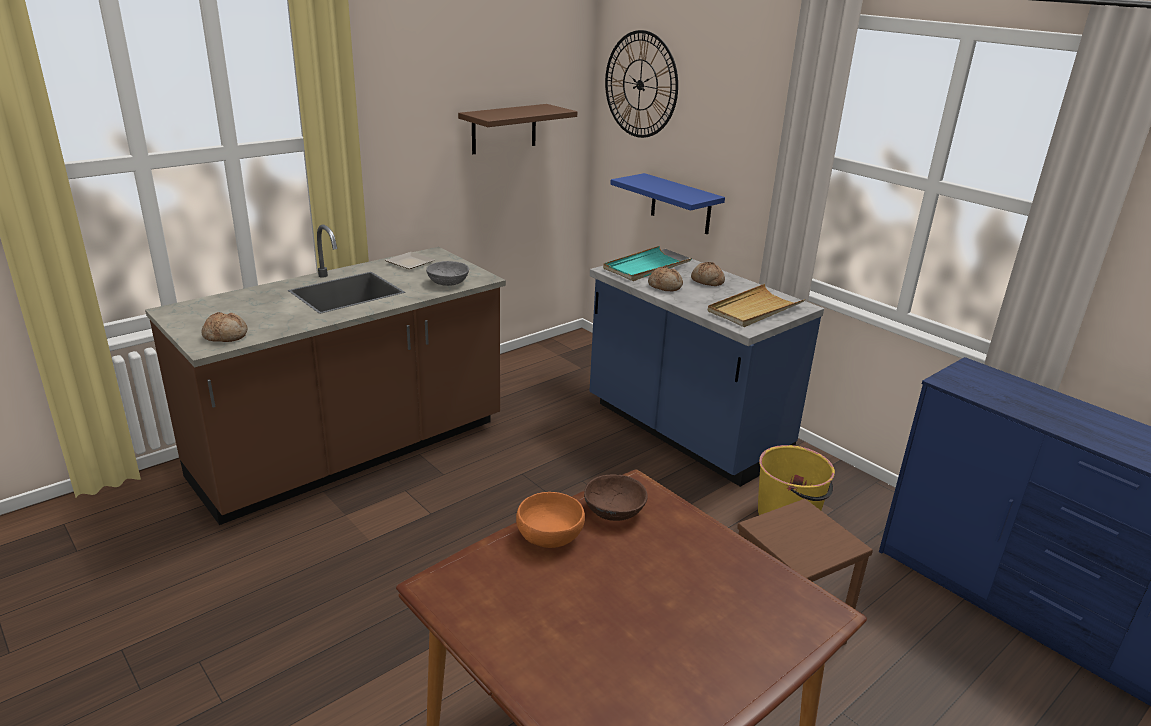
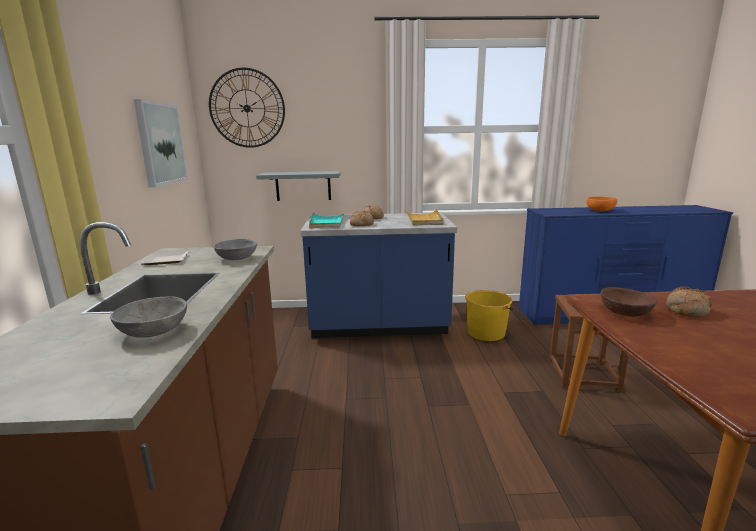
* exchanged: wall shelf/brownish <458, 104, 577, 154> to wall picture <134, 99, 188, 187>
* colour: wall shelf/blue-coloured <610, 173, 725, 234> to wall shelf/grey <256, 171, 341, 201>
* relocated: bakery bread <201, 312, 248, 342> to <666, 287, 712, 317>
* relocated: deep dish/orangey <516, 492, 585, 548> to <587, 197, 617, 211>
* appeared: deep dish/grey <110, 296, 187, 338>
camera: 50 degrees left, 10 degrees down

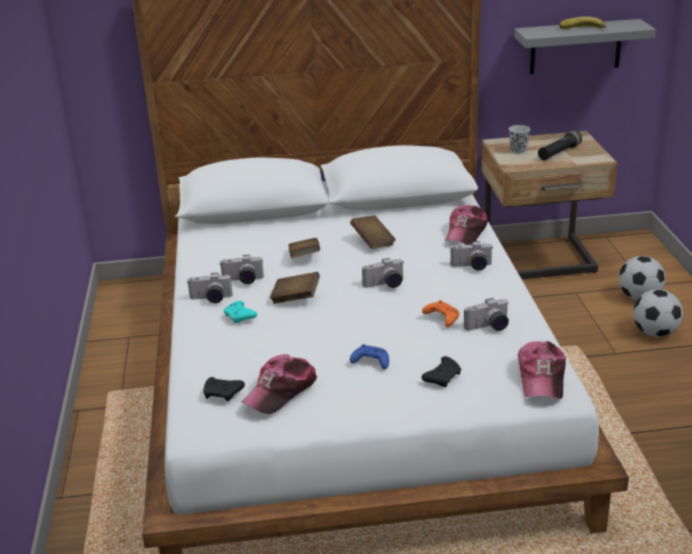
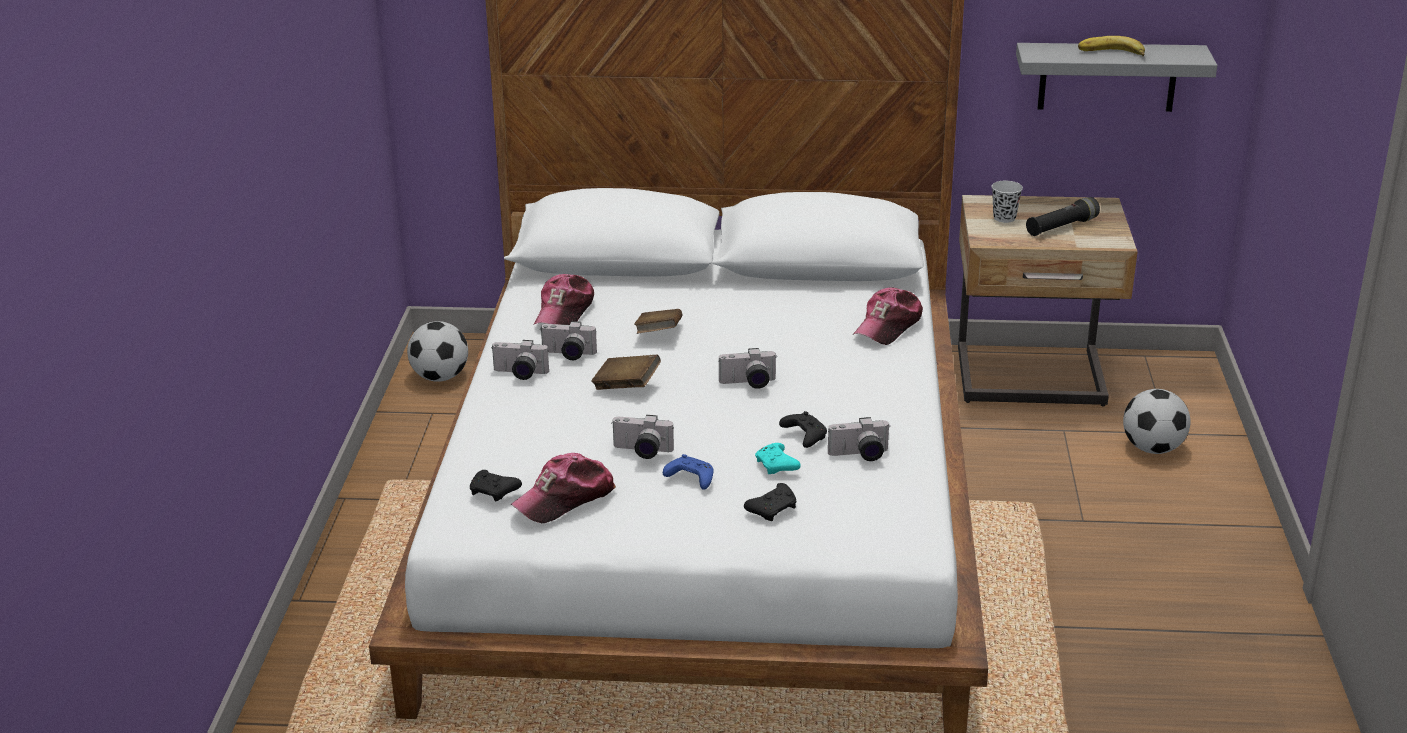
* missing: volume/brownish <350, 215, 396, 249>
* relocated: still camera <450, 241, 493, 270> to <611, 415, 674, 459>
* relocated: ball for football <633, 289, 683, 337> to <407, 321, 468, 382>
* colour: gamepad/orangey <422, 300, 459, 327> to gamepad/black-coloured <779, 411, 827, 448>
* relocated: gamepad/turquoise <224, 301, 257, 323> to <755, 443, 801, 474>
* relocated: peaked cap <518, 341, 566, 399> to <534, 274, 594, 325>
camera: 10 degrees right, 0 degrees up

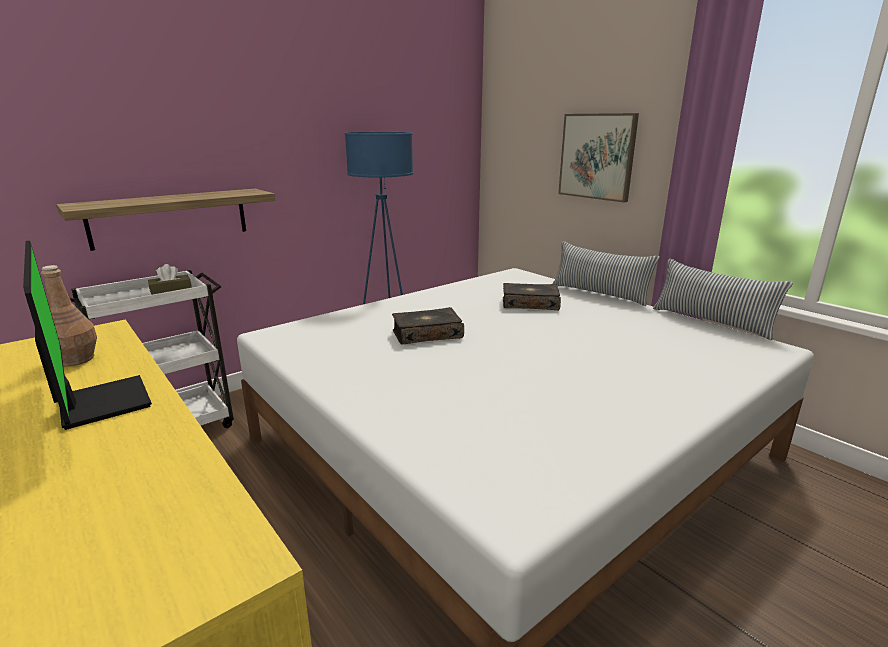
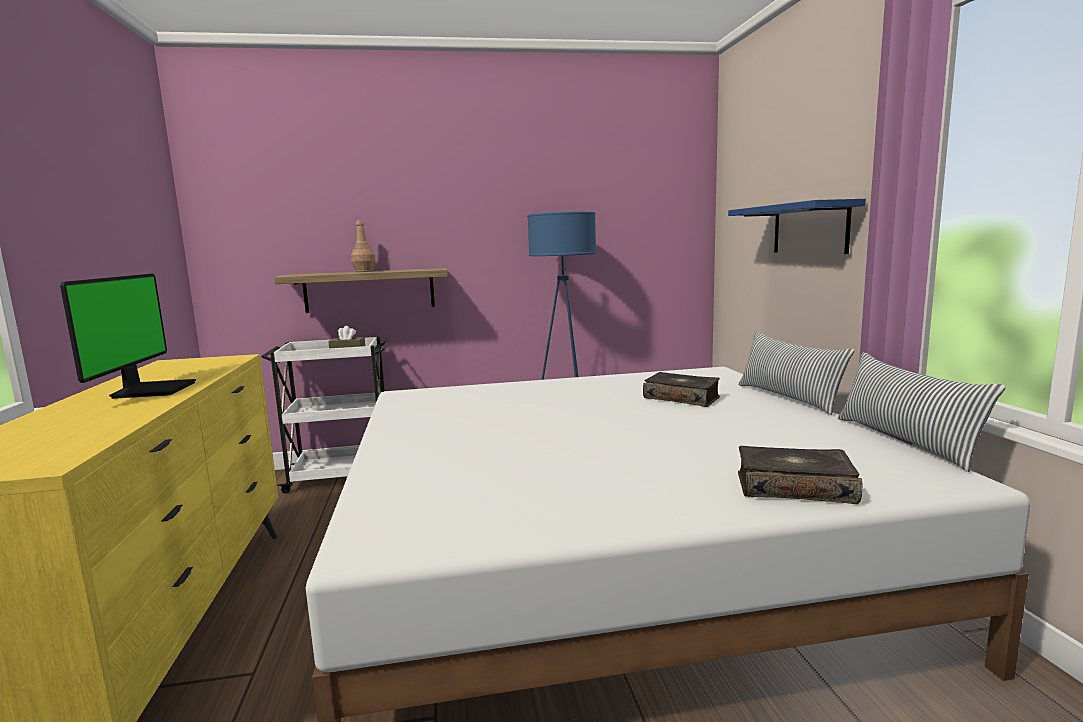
* exchanged: wall picture <558, 113, 639, 203> to wall shelf/blue-coloured <728, 199, 866, 254>
* relocated: beverage bottle/brownish <41, 265, 97, 366> to <351, 221, 375, 272>
* relocated: volume <392, 307, 464, 345> to <738, 446, 863, 504>
camera: 30 degrees right, 10 degrees down

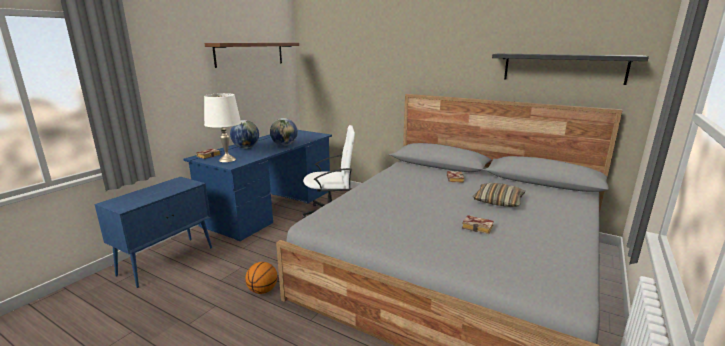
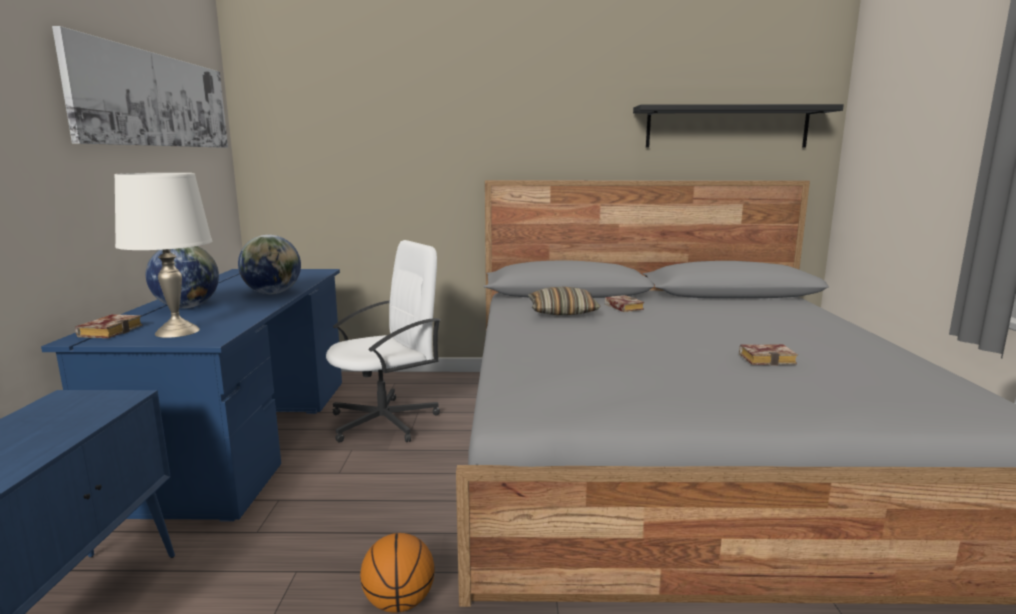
* exchanged: wall shelf/brownish <204, 43, 299, 68> to wall picture <52, 26, 228, 148>
* relocated: pillow <473, 183, 525, 207> to <528, 287, 601, 315>
camera: 30 degrees left, 5 degrees down

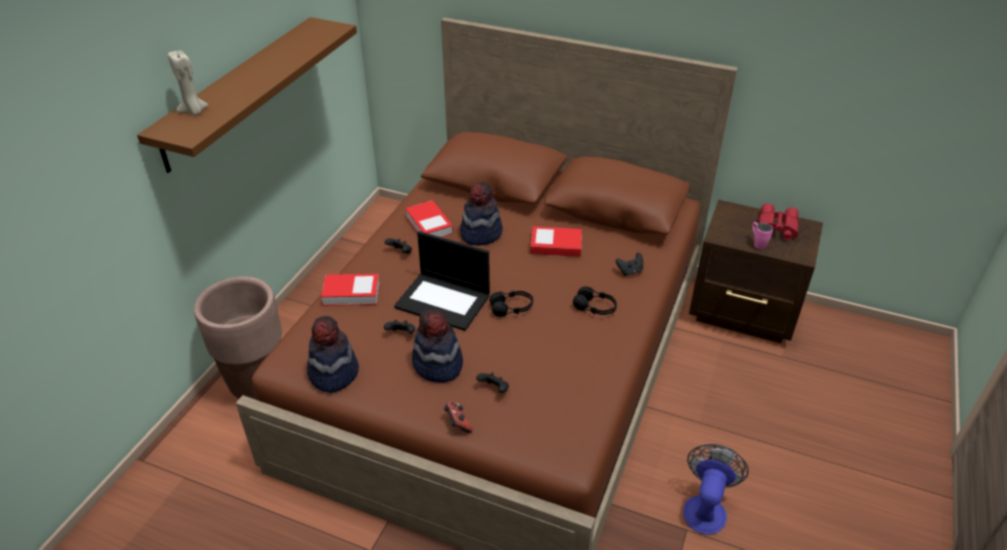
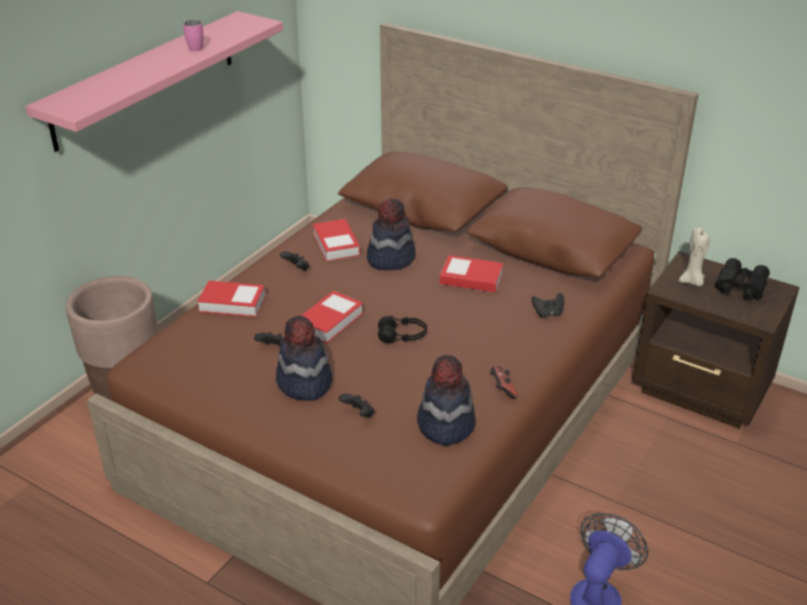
* colour: wall shelf/brownish <137, 17, 357, 173> to wall shelf/pink-coloured <25, 11, 283, 152>
* relocated: wax light/sand-coloured <168, 51, 208, 115> to <679, 228, 710, 286>
* colour: binoculars/reddish <759, 203, 799, 240> to binoculars/black-coloured <715, 258, 770, 301>
* relocated: mug/pink-coloured <752, 222, 773, 249> to <183, 20, 203, 52>
* exchanged: laptop <394, 231, 490, 331> to volume <301, 291, 363, 343>
* missing: headset/black-coloured <573, 286, 617, 315>
* relocated: wearable hat <307, 316, 359, 393> to <417, 355, 476, 445>
* relocated: gamepad <444, 402, 473, 433> to <490, 366, 518, 399>
camera: 10 degrees right, 5 degrees down

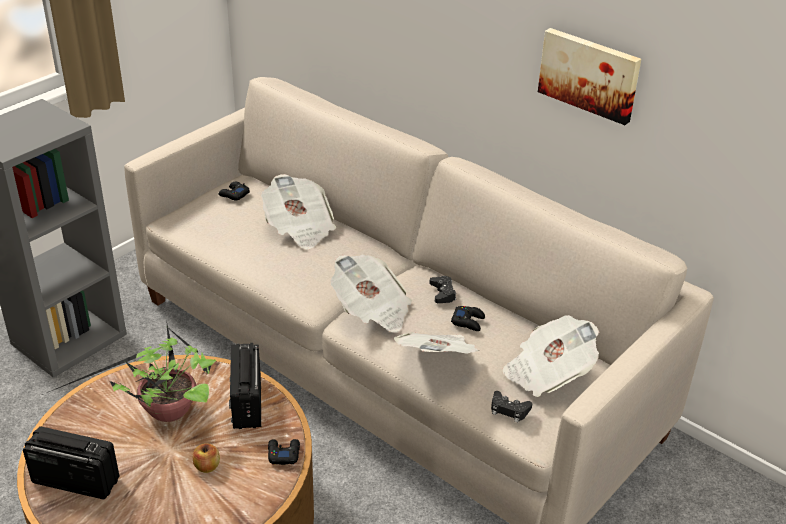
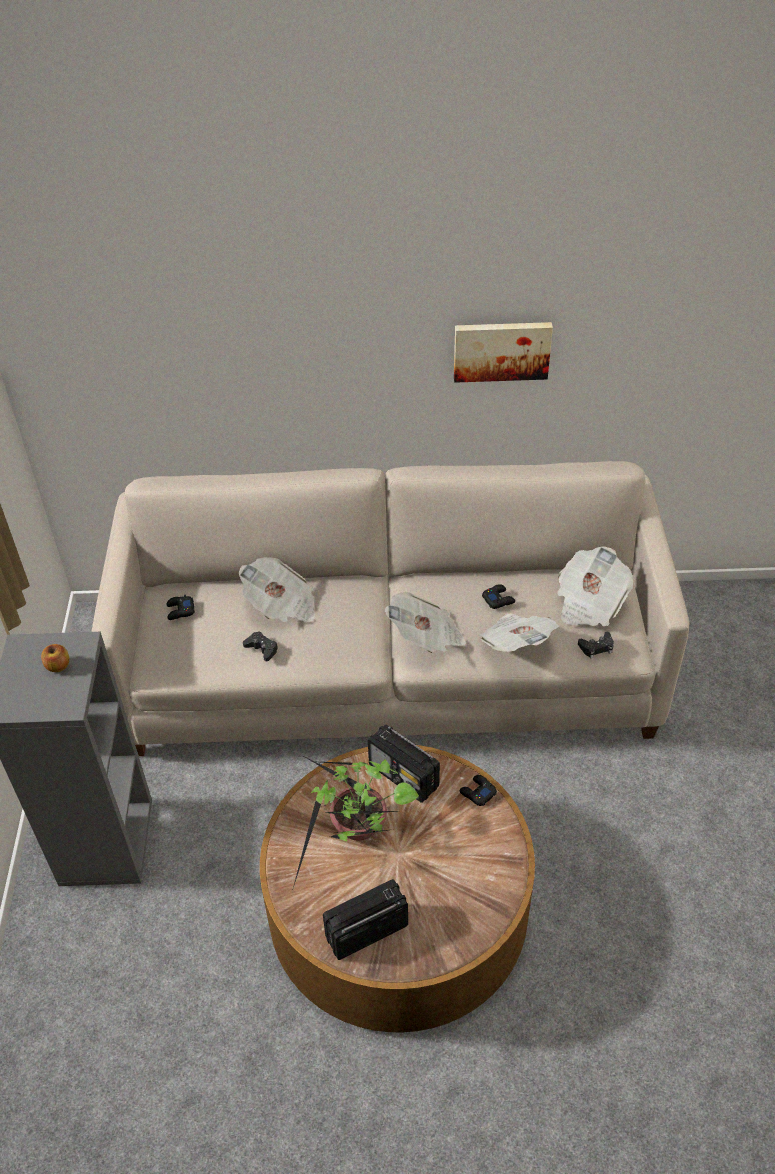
* relocated: gamepad/black-coloured <429, 276, 456, 303> to <243, 631, 278, 661>
* relocated: apple fruit <193, 443, 220, 473> to <41, 644, 69, 672>
camera: 40 degrees left, 10 degrees up

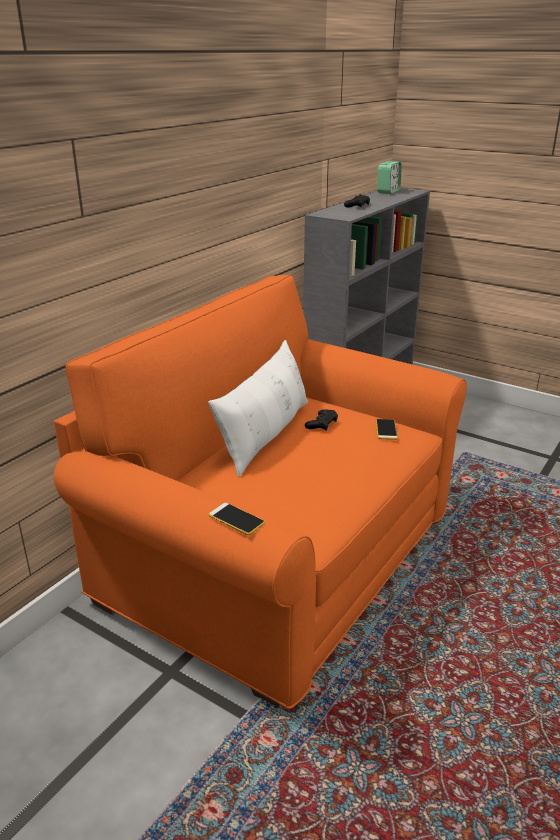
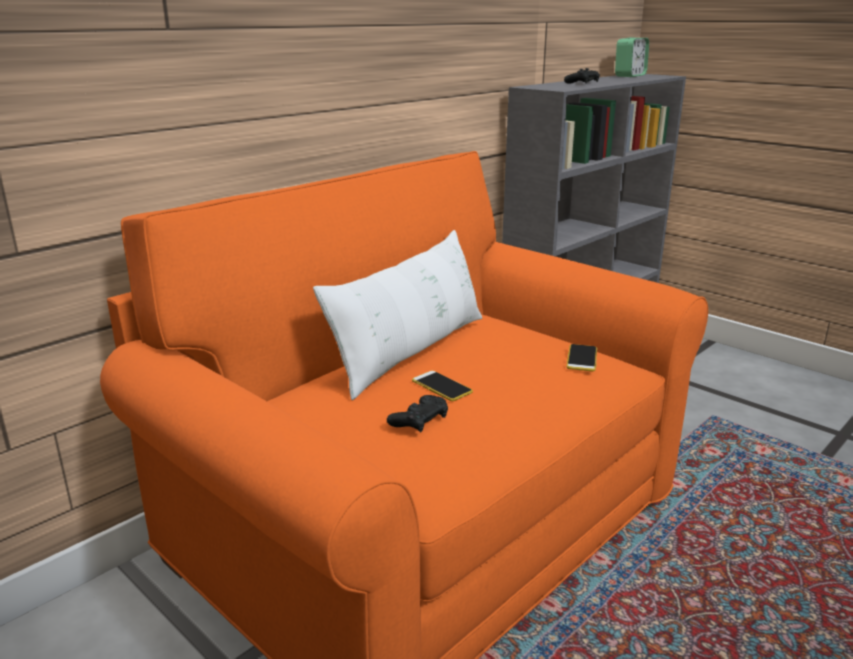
* relocated: gamepad/black-coloured <305, 409, 338, 431> to <387, 395, 448, 432>
* relocated: phone <208, 503, 265, 535> to <412, 371, 473, 401>
camera: 10 degrees right, 5 degrees down

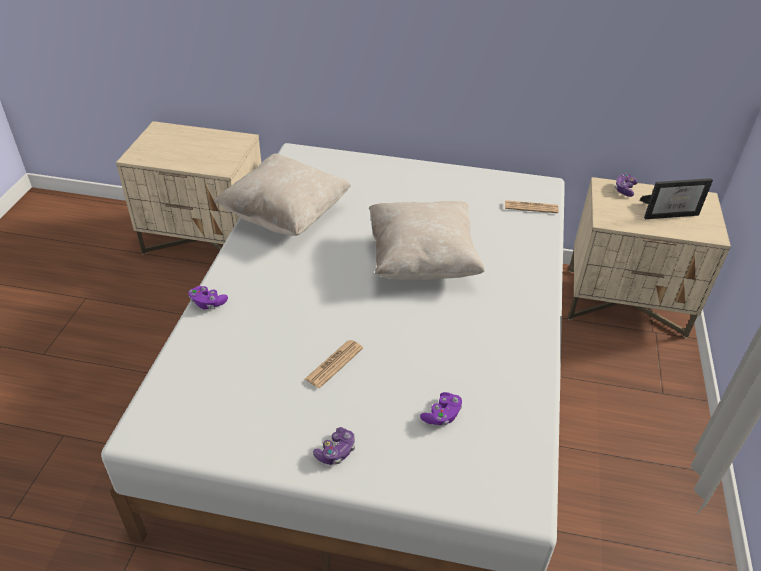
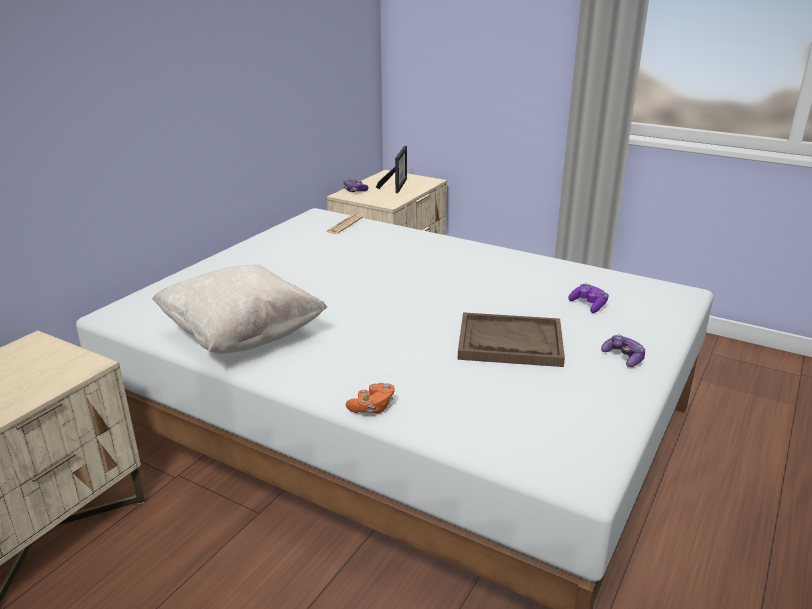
* missing: pillow/sand-coloured <369, 201, 485, 280>
* colour: gamepad/purple-coloured <188, 286, 228, 309> to gamepad/orangey <346, 383, 395, 414>
* exchanged: daily paper <305, 340, 363, 388> to serving tray/brownish <458, 312, 565, 367>
camera: 70 degrees left, 15 degrees down

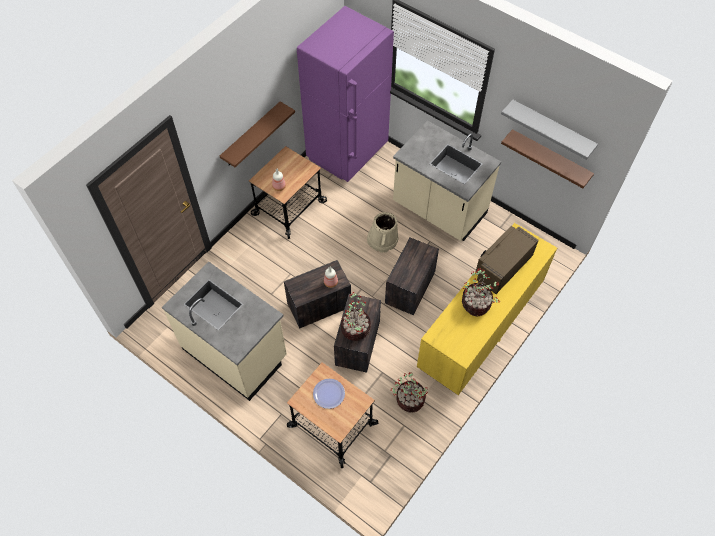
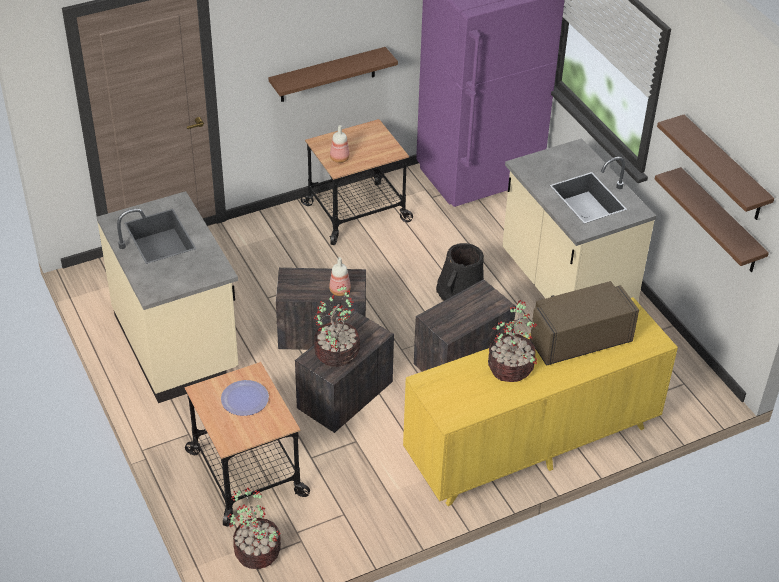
* colour: wall shelf/grey <501, 100, 598, 160> to wall shelf/brownish <657, 115, 774, 220>
* colour: bucket/sand-coloured <367, 212, 399, 253> to bucket/black-coloured <436, 243, 484, 301>
* relocated: plant in a pot <390, 372, 428, 413> to <228, 488, 281, 569>
camera: 25 degrees right, 15 degrees down

